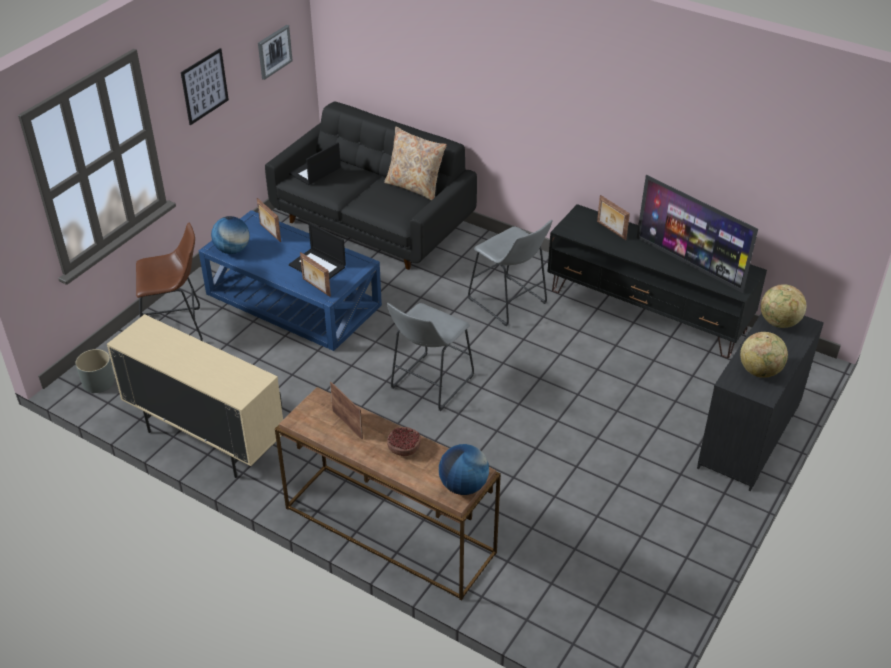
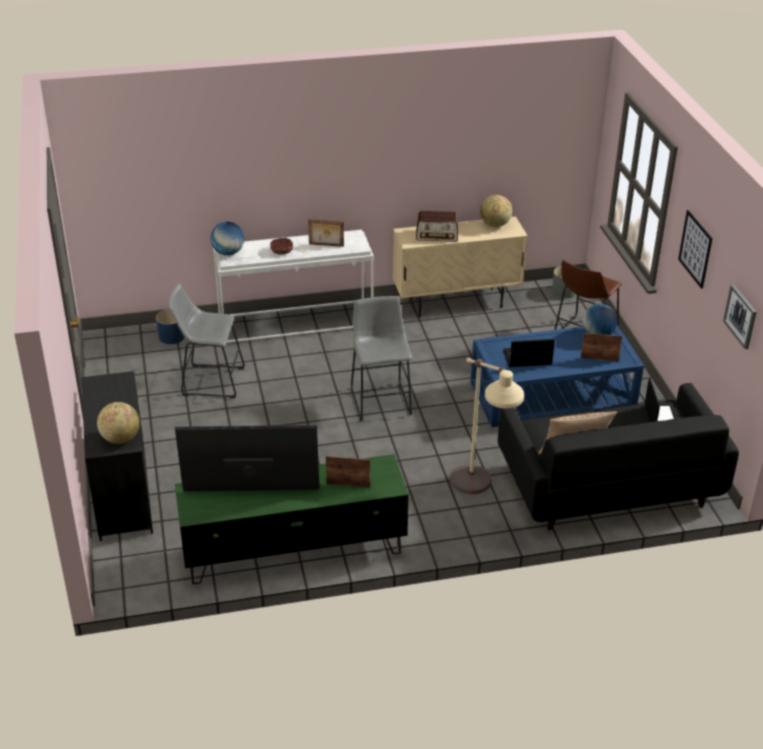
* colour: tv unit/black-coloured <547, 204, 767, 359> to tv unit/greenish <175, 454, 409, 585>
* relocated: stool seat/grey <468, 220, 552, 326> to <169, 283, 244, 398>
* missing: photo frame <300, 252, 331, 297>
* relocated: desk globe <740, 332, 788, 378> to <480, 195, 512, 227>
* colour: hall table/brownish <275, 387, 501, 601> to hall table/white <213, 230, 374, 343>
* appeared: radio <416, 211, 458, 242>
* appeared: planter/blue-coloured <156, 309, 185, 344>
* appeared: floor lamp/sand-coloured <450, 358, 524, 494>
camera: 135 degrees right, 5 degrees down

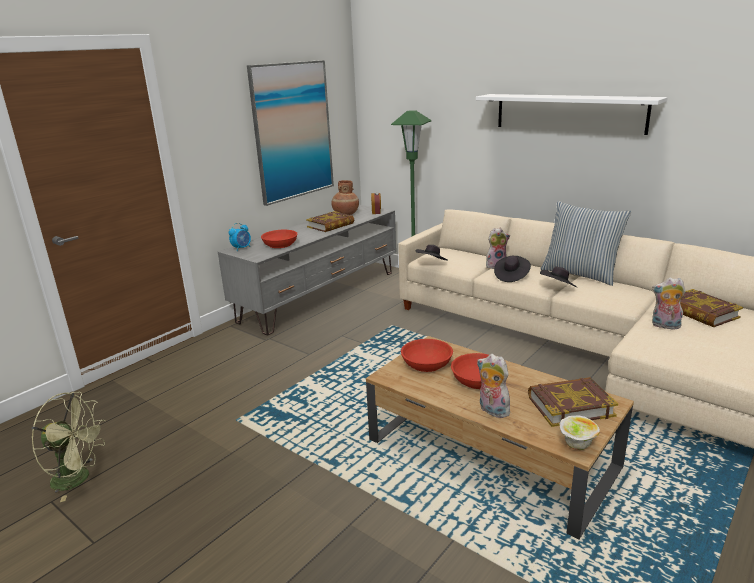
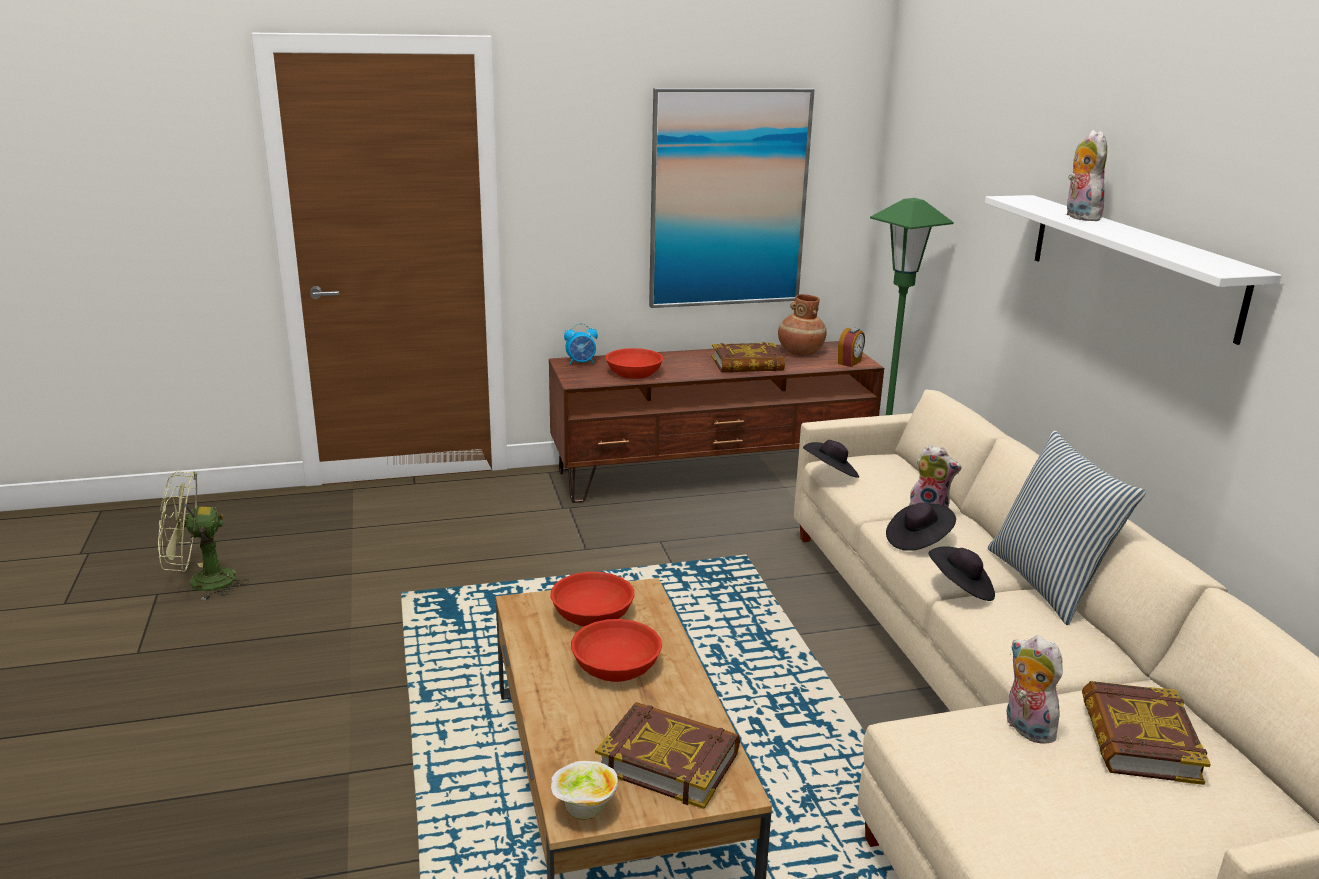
* colour: tv unit/grey <218, 205, 396, 335> to tv unit/brownish <549, 341, 884, 503>
* relocated: plush toy <477, 354, 513, 418> to <1065, 130, 1107, 221>
* spun: electric fan/greenish <32, 392, 106, 502> = <158, 471, 250, 601> 120 degrees clockwise
camera: 35 degrees right, 0 degrees up

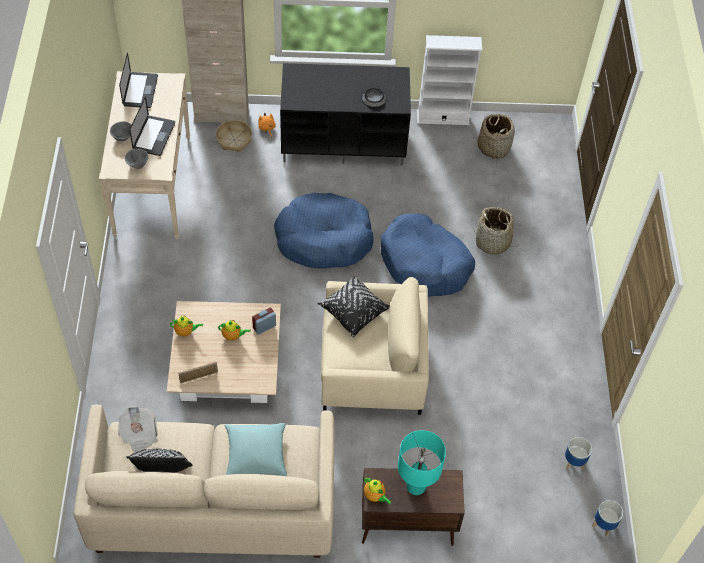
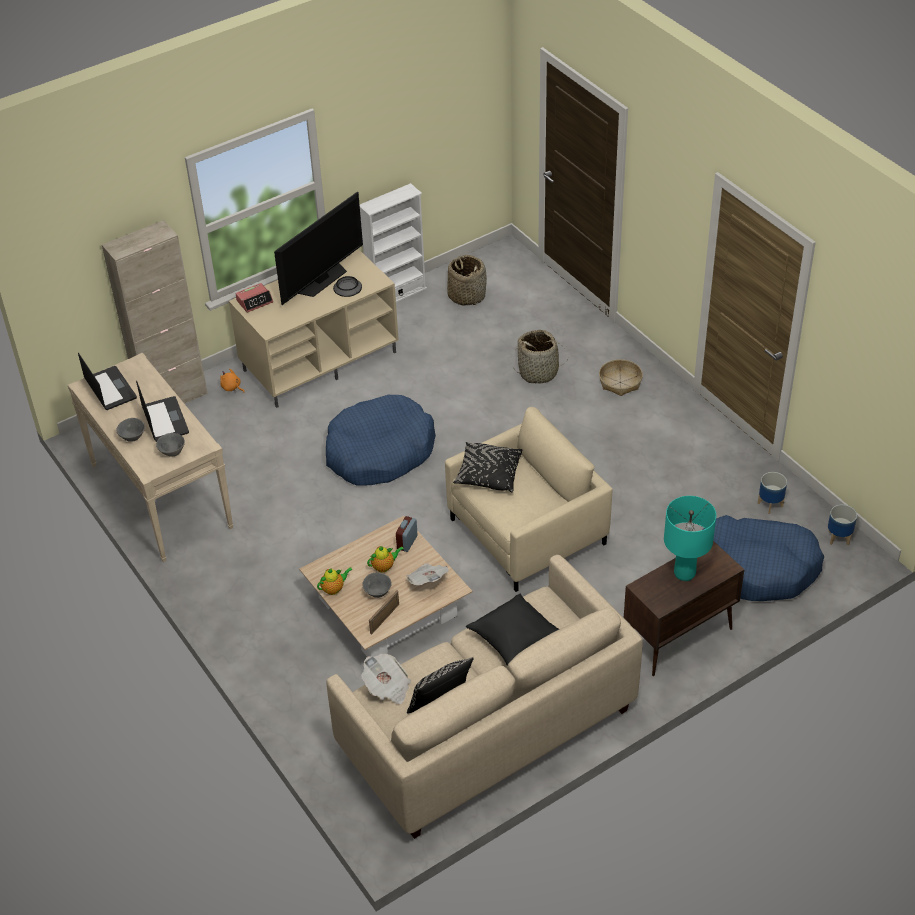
* colour: tv unit/black-coloured <280, 63, 411, 165> to tv unit/sand-coloured <229, 249, 399, 408>
* relocated: storage basket <216, 120, 252, 152> to <599, 359, 643, 396>
* relocated: dog cushion/blue-coloured <381, 214, 475, 296> to <703, 515, 824, 601>
* colour: pillow/turquoise <225, 423, 287, 476> to pillow/black-coloured <466, 594, 559, 666>
* missing: pot for tea <364, 478, 391, 504>
* appeared: television <274, 192, 363, 305>
* appeared: table clock <236, 283, 273, 313>
* appeared: daily paper <407, 563, 449, 585>
* appeared: deep dish/grey <362, 573, 392, 598>
camera: 30 degrees left, 10 degrees down

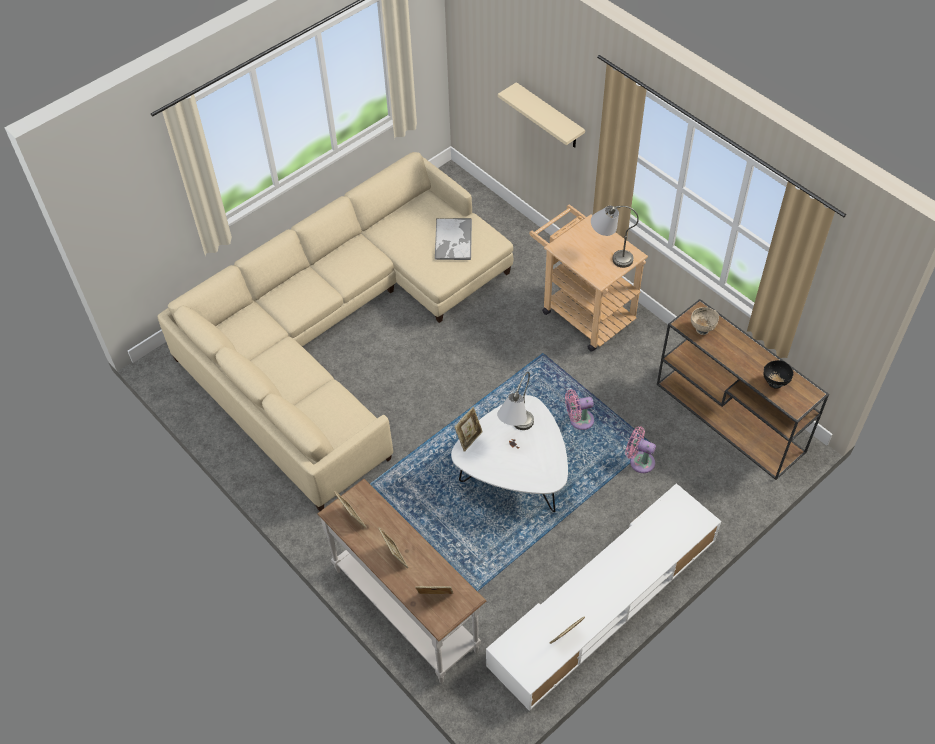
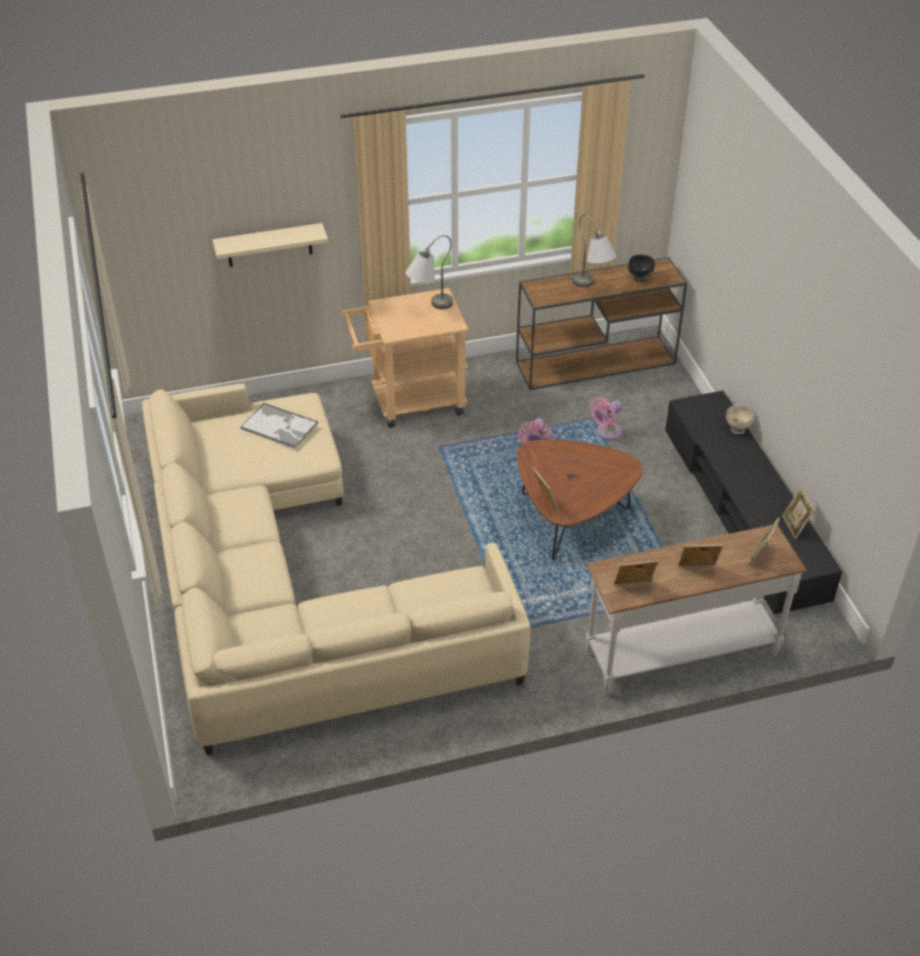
* relocated: deep dish/sand-coloured <691, 307, 719, 335> to <726, 405, 754, 434>
* relocated: tabletop lamp/grey <497, 372, 534, 430> to <572, 214, 616, 287>
* colour: low table/white <451, 395, 568, 512> to low table/brownish <517, 439, 643, 560>
* colour: tv unit/white <486, 484, 721, 711> to tv unit/black-coloured <665, 391, 842, 616>
camera: 65 degrees left, 10 degrees down

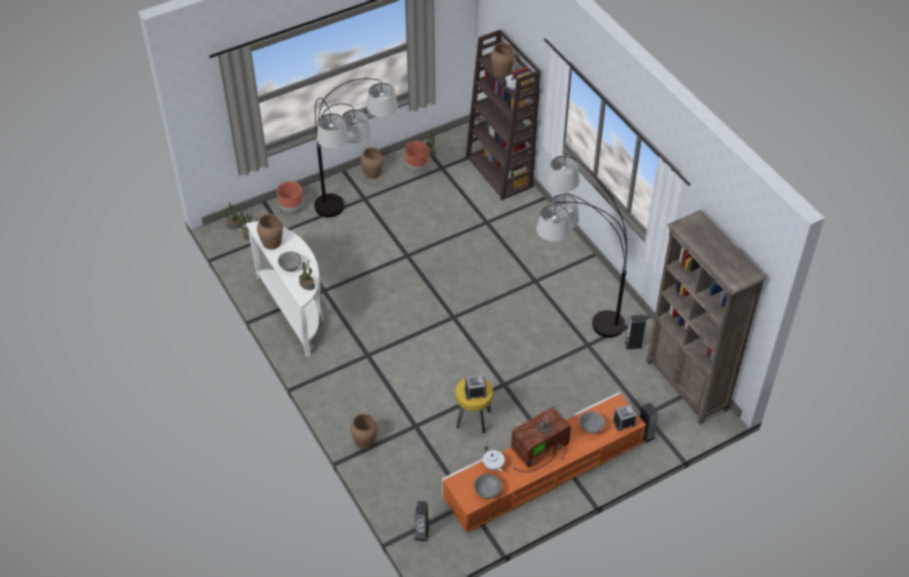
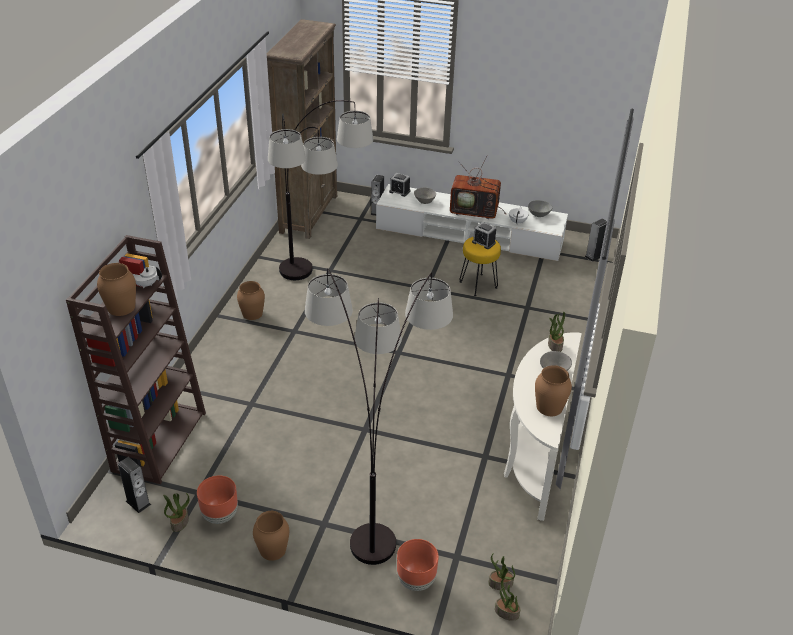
* relocated: speaker <625, 315, 646, 349> to <118, 457, 151, 513>
* colour: tv unit/orangey <442, 392, 646, 533> to tv unit/white <376, 184, 568, 261>
* relocated: vase/brownish <351, 414, 377, 449> to <237, 281, 265, 320>
camera: 135 degrees left, 10 degrees down

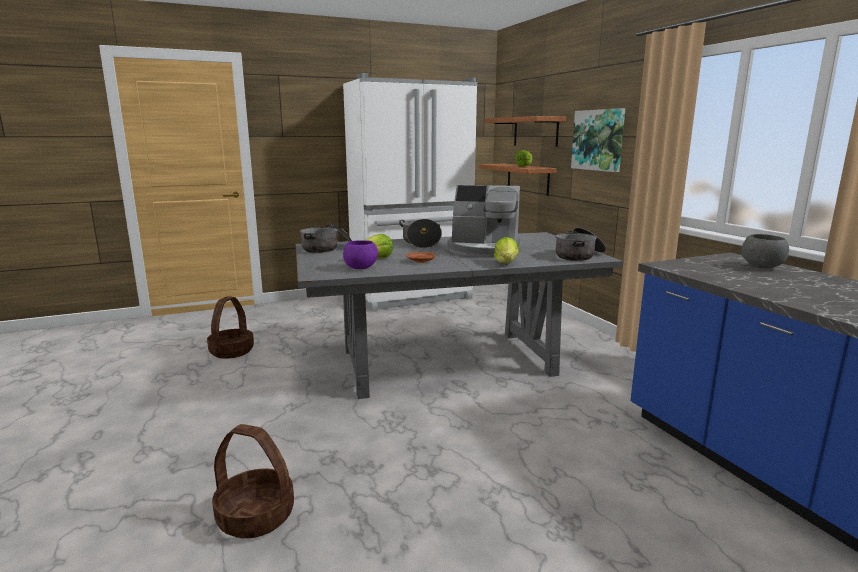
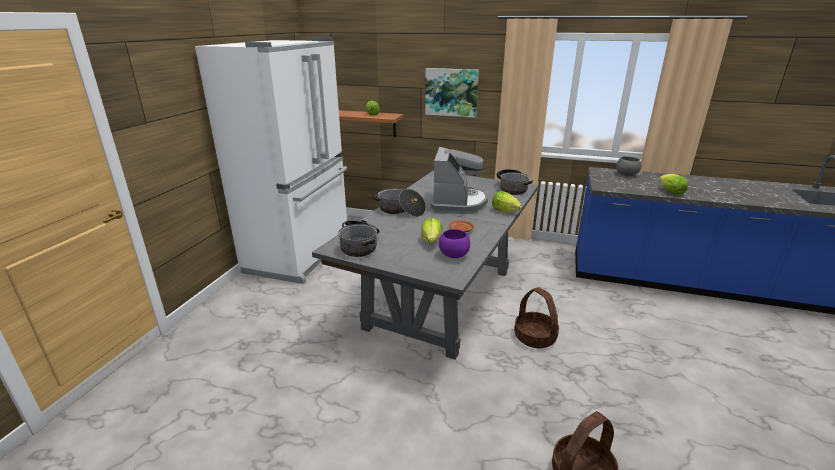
* missing: wall shelf <484, 116, 566, 147>
* spun: coffee maker <447, 185, 520, 258> = <431, 147, 488, 214> 45 degrees counterclockwise
* relocated: storage basket <207, 296, 254, 359> to <514, 287, 559, 348>
* appeared: lettuce head <659, 174, 688, 195>
camera: 50 degrees left, 10 degrees up

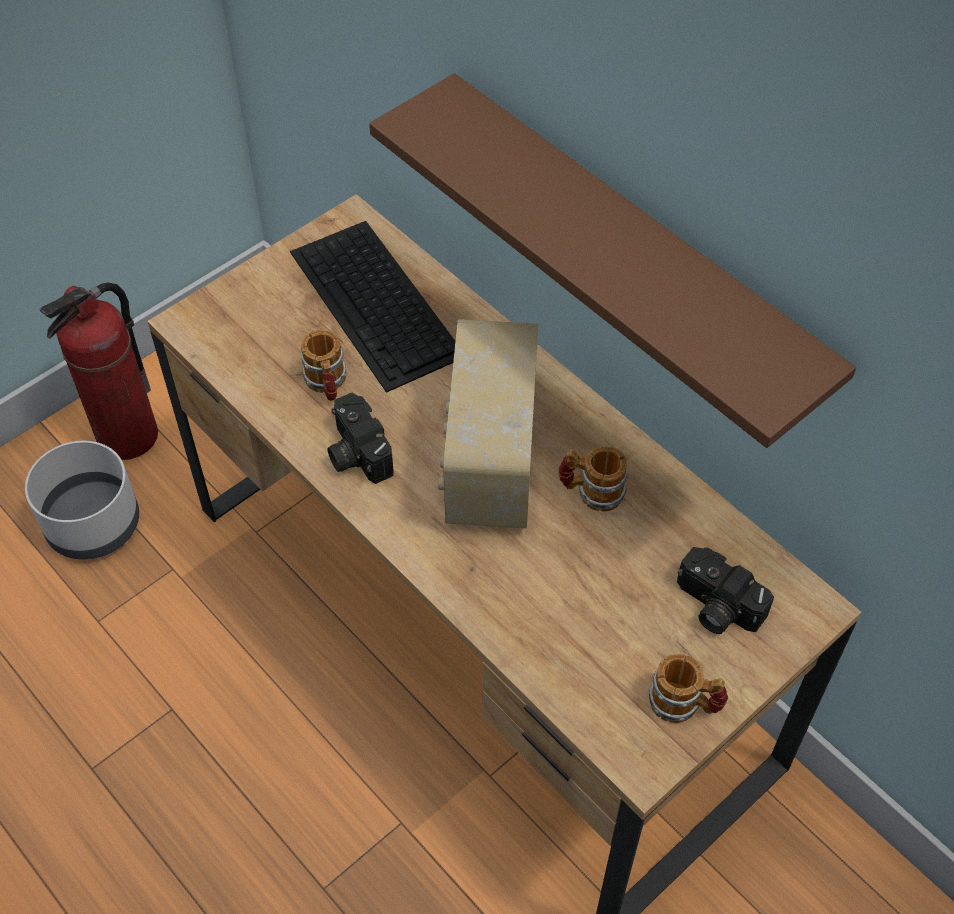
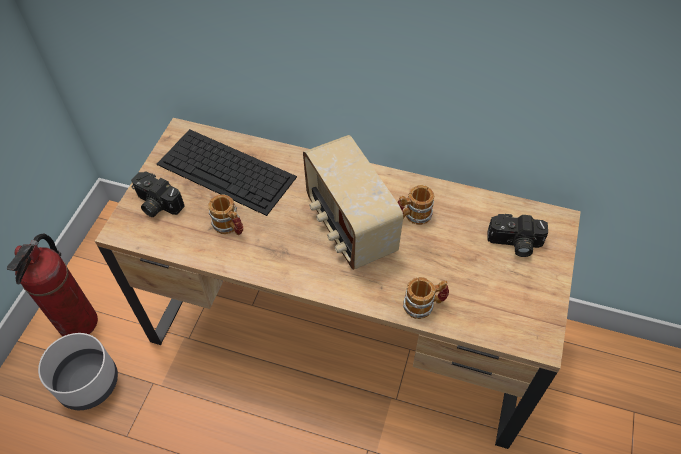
* missing: wall shelf/brownish <369, 73, 856, 448>
* relocated: still camera <327, 392, 394, 484> to <131, 171, 185, 217>
* relocated: mug <648, 654, 728, 723> to <403, 277, 449, 319>
camera: 30 degrees left, 0 degrees up

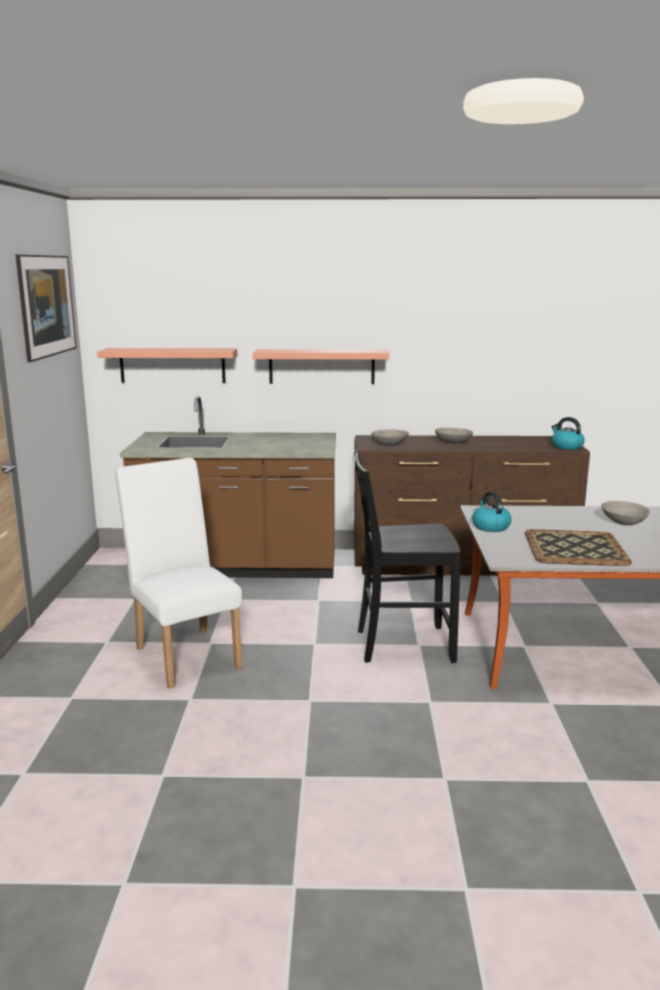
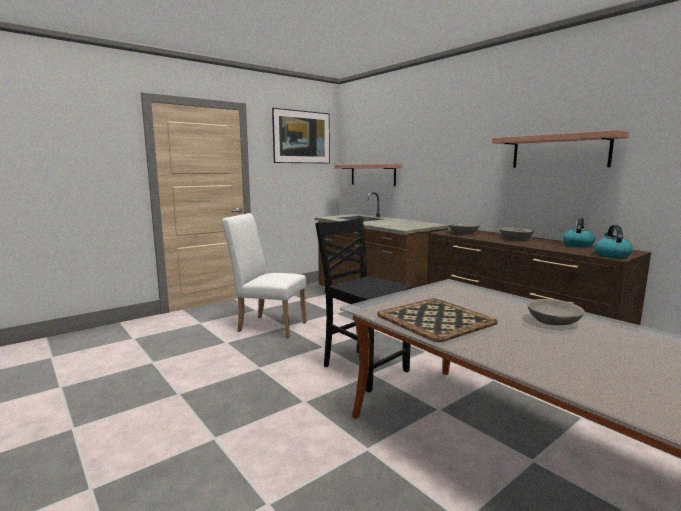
* relocated: wall shelf <253, 349, 389, 384> to <492, 130, 629, 168>
* spun: upright chair/white <115, 458, 242, 688> = <222, 213, 307, 338> 90 degrees counterclockwise
* relocated: kettle <472, 491, 512, 532> to <562, 218, 595, 247>
camera: 50 degrees right, 5 degrees down

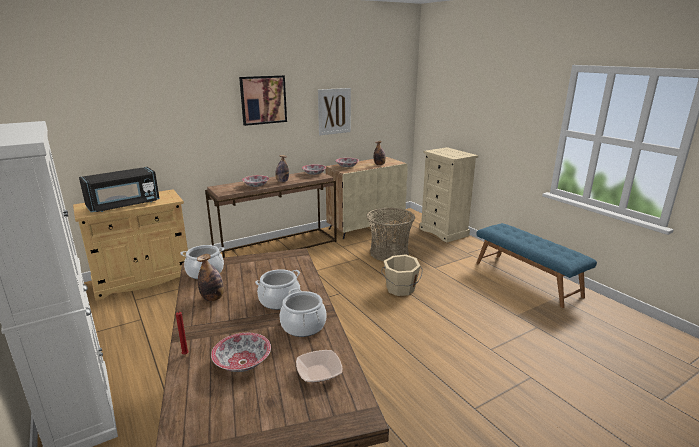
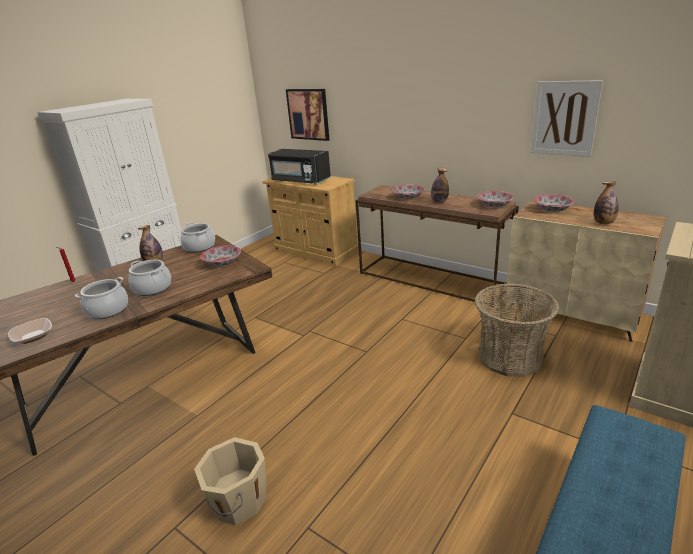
* relocated: wall picture <239, 75, 287, 126> to <286, 89, 329, 141>
* relocated: bucket/sand-coloured <381, 254, 423, 296> to <194, 437, 266, 525>
* relocated: deep dish <211, 333, 271, 372> to <200, 245, 241, 266>
camera: 70 degrees right, 5 degrees up

